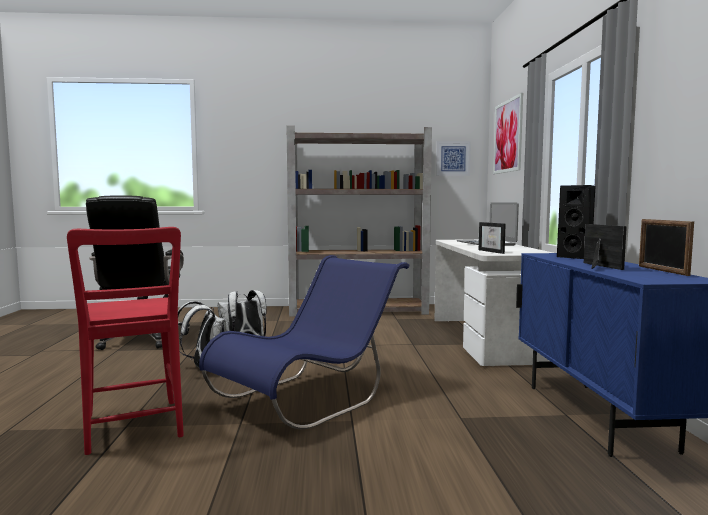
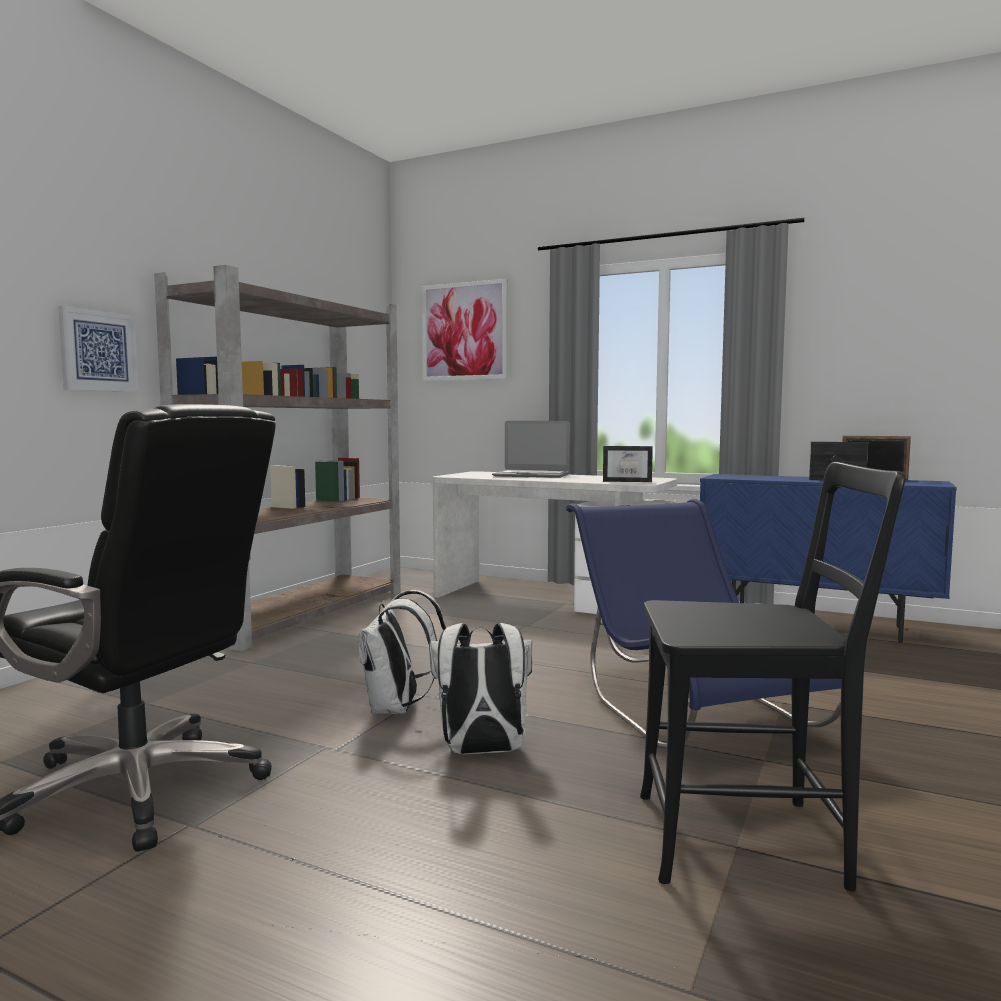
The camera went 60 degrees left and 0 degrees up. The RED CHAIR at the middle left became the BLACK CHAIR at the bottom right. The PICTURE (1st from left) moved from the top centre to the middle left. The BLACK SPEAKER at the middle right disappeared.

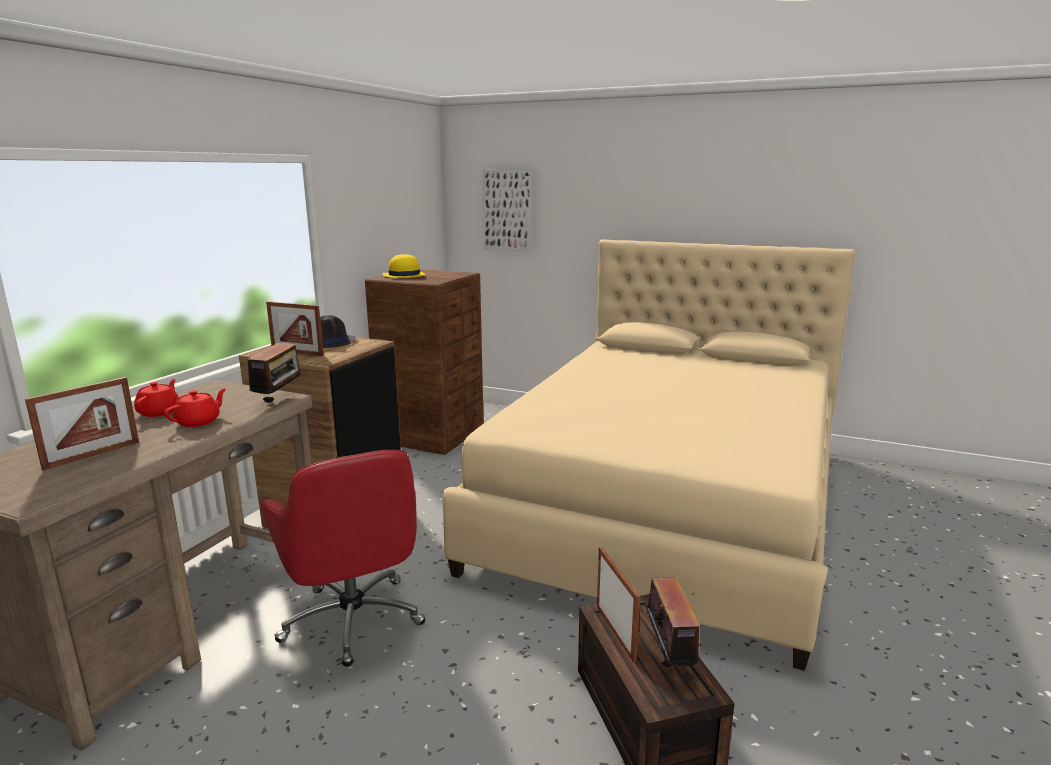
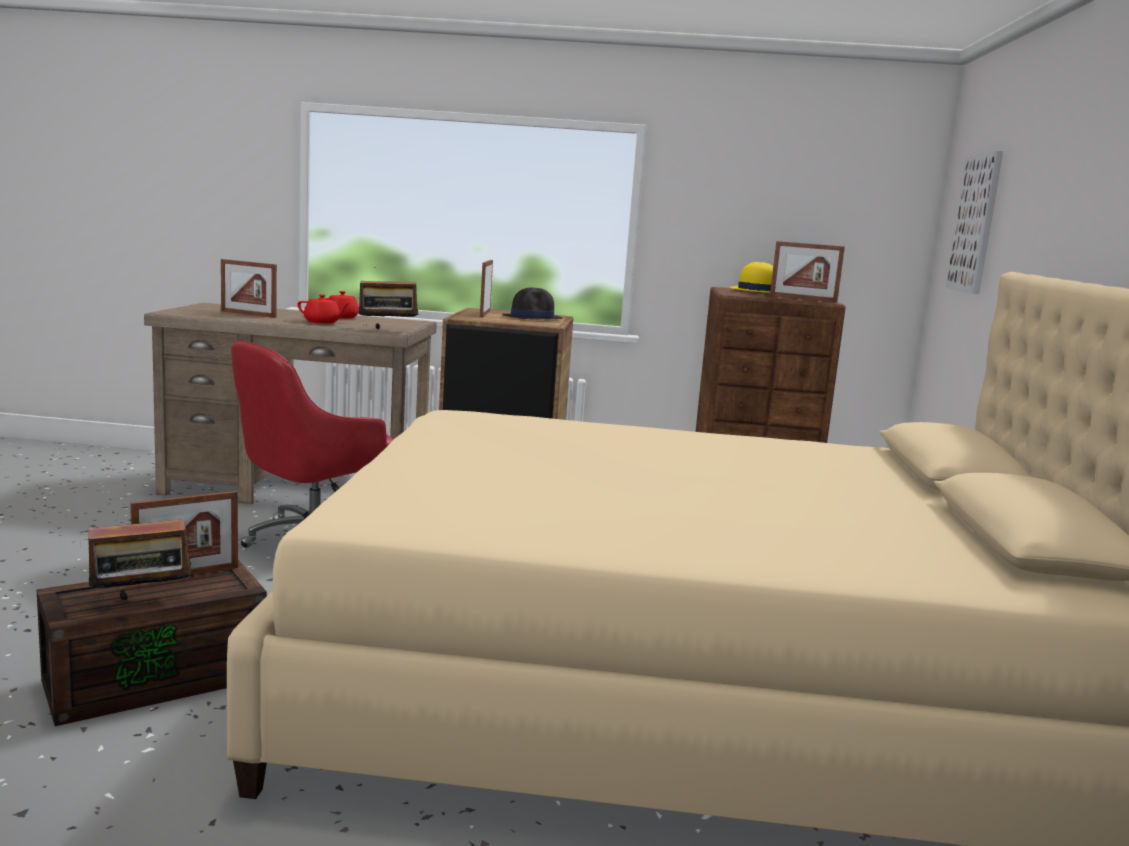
The camera went 70 degrees right and 5 degrees down. The PICTURE FRAME (4th from left) at the top right appeared.

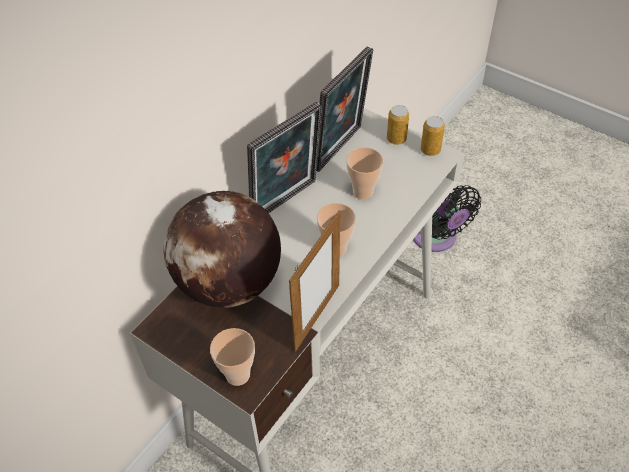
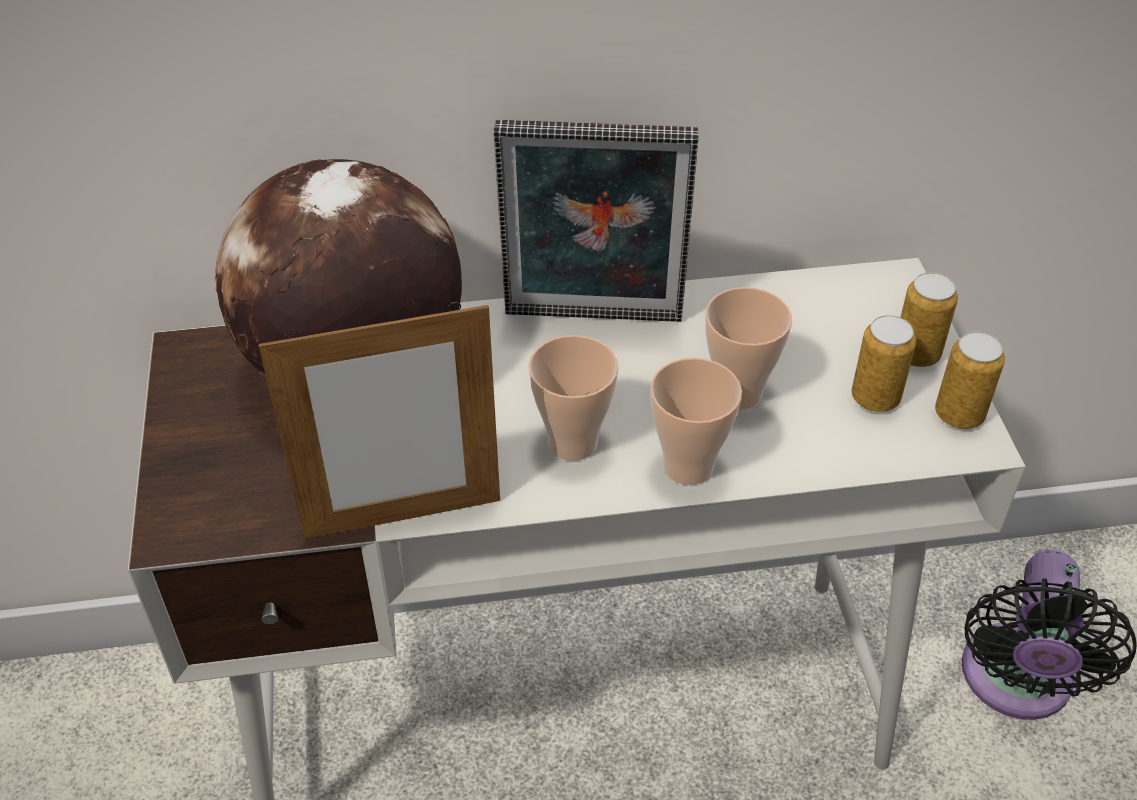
The camera went 45 degrees right and 5 degrees down. The CUP (1st from left in the first image) moved from the bottom centre to the centre. The PICTURE FRAME (3rd from left) at the top centre disappeared. The CAN (1st from left) at the middle right appeared.

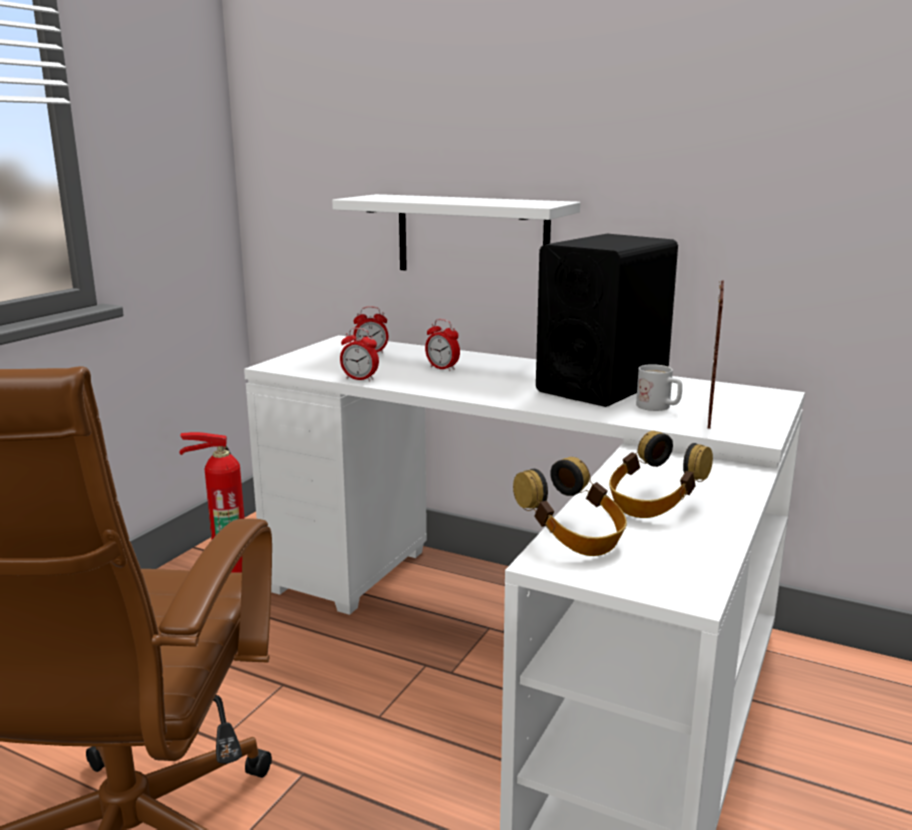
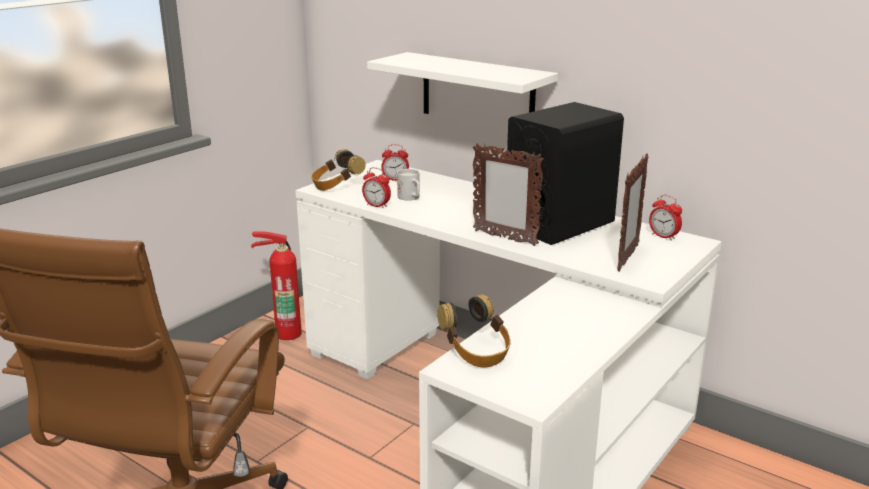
The camera went 10 degrees right and 5 degrees up. The ALARM CLOCK (3rd from left) moved from the centre to the middle right. The HEADPHONES (2nd from left in the first image) moved from the middle right to the centre. The WHITE MUG moved from the middle right to the centre. The PICTURE FRAME (1st from left) at the centre appeared.

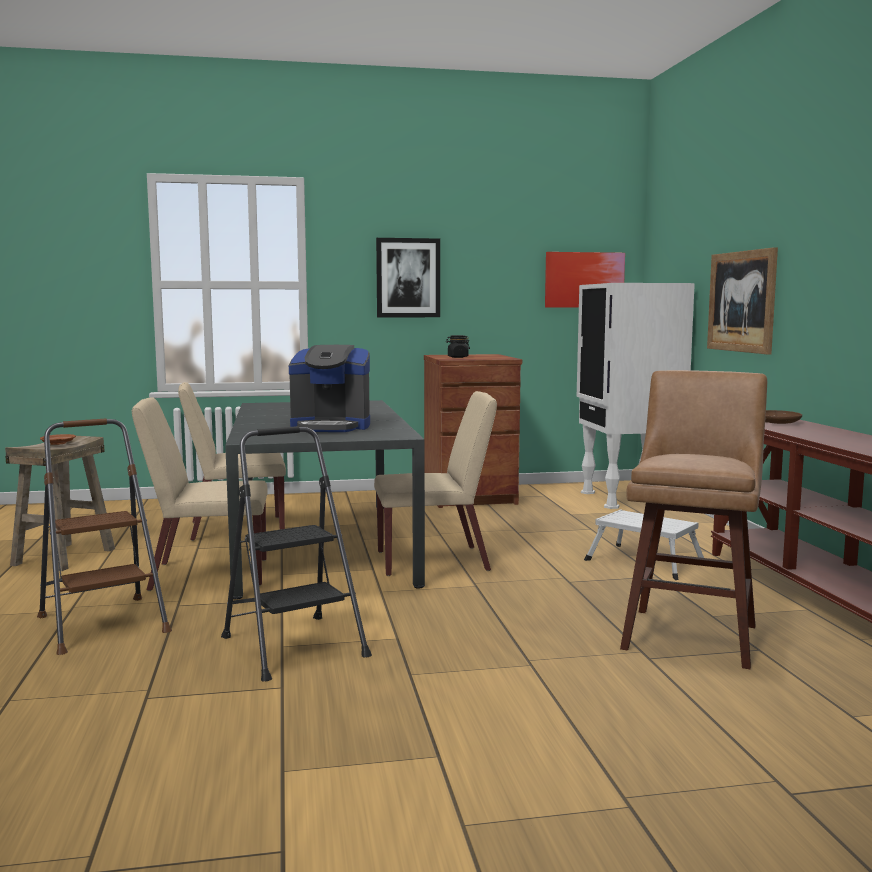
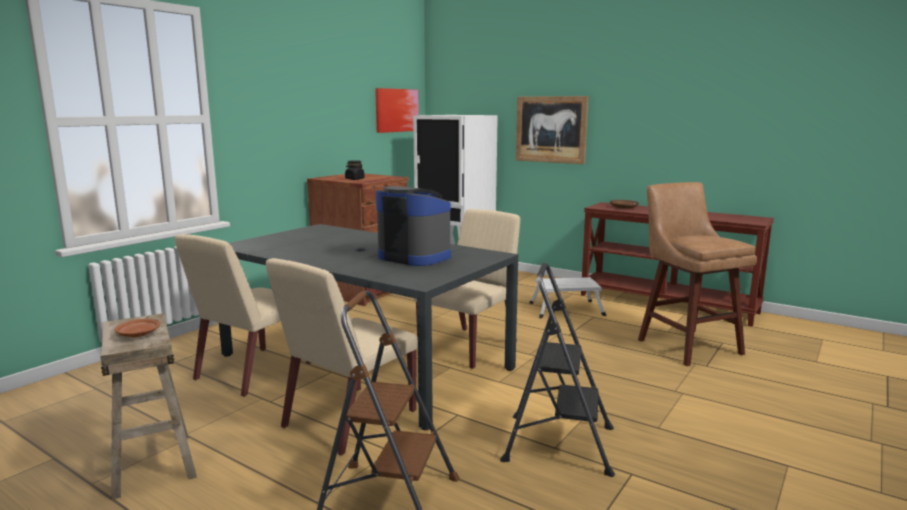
The camera went 45 degrees left and 5 degrees up. The COFFEE MACHINE at the centre turned 105 degrees counterclockwise. The PICTURE (1st from left) at the top centre disappeared.

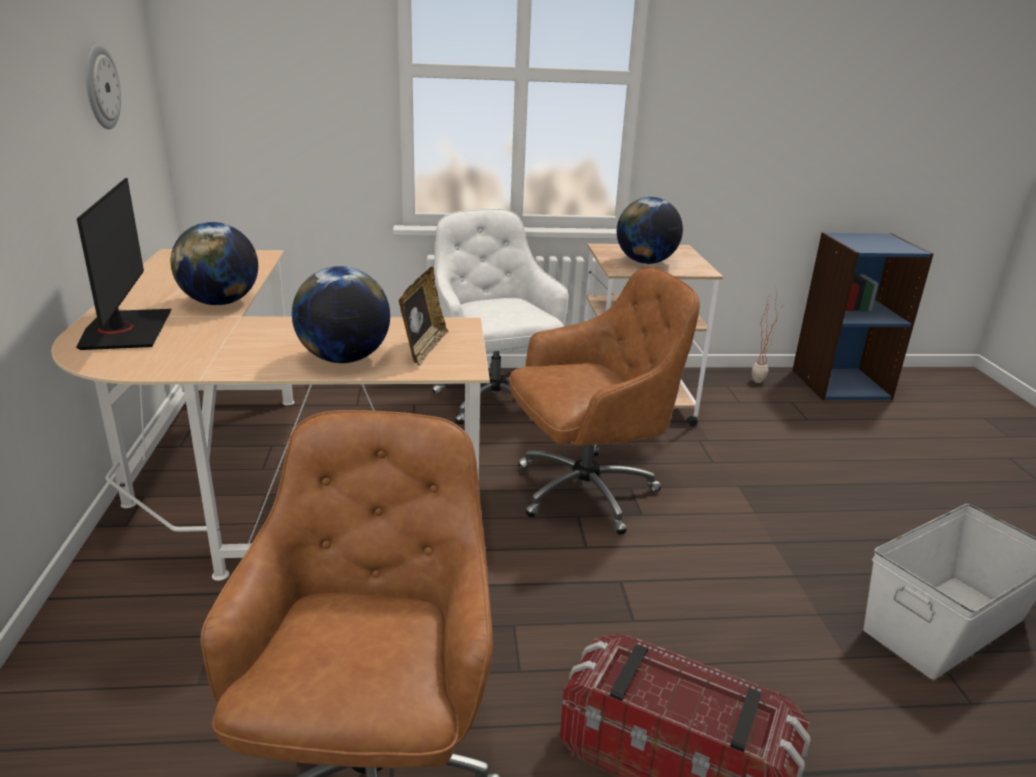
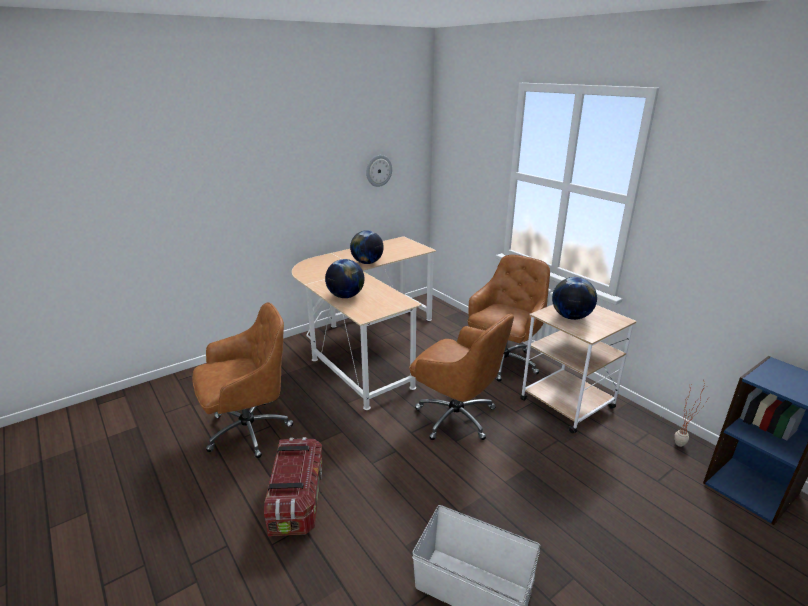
The camera went 60 degrees right and 0 degrees up. The MONITOR at the middle left disappeared. The PICTURE FRAME at the centre disappeared. The WHITE OFFICE CHAIR at the centre became the BROWN OFFICE CHAIR (3rd from left) at the centre.

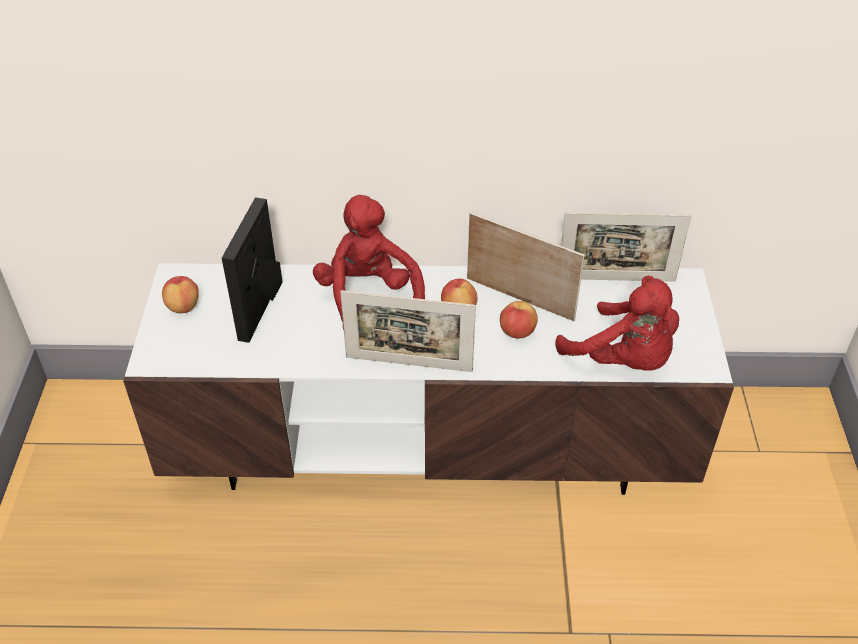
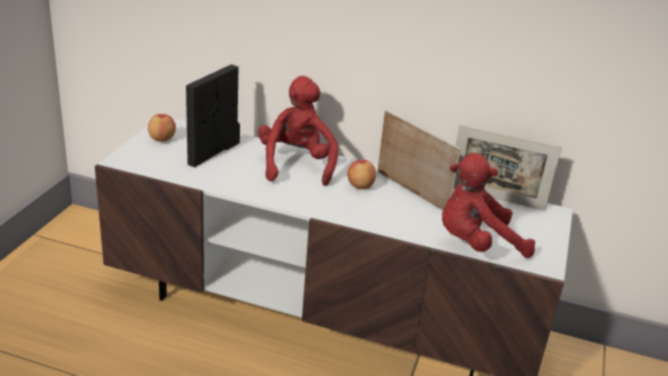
The camera went 15 degrees right and 15 degrees down. The PICTURE FRAME (2nd from left) at the centre disappeared. The APPLE (3rd from left) at the centre disappeared. The RED PLUSH TOY (2nd from left) at the middle right turned 105 degrees clockwise.

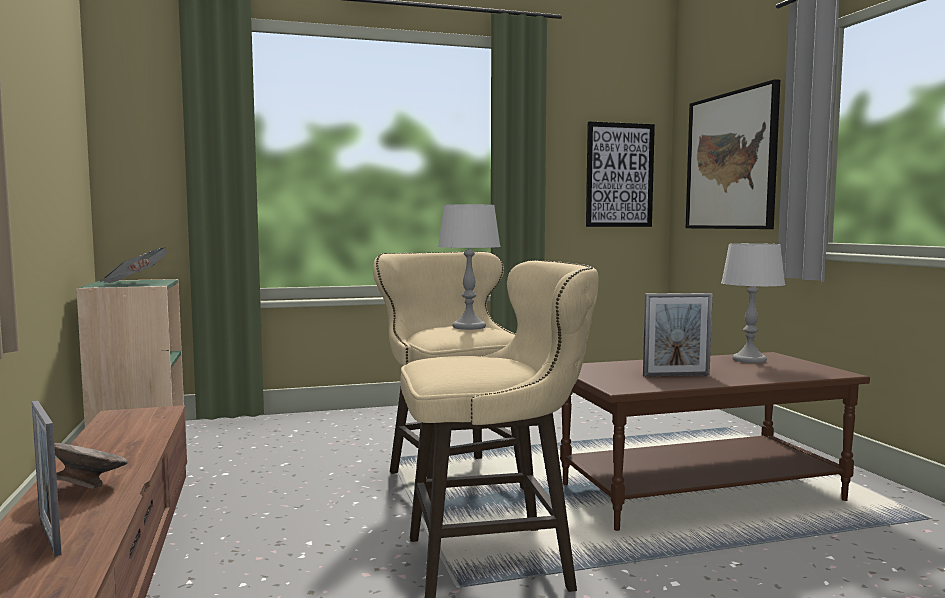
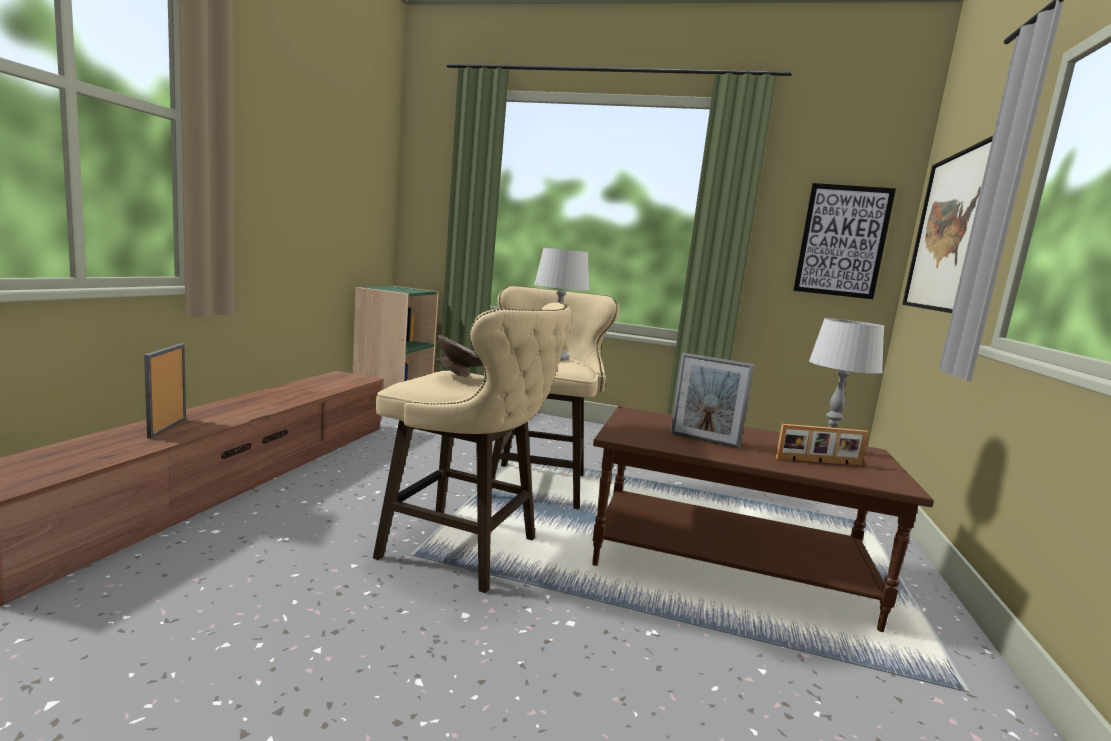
The camera went 30 degrees right and 5 degrees up. The GREY BOWL moved from the bottom left to the centre. The NEWSPAPER at the middle left disappeared. The PICTURE FRAME (3rd from left) at the middle right appeared.

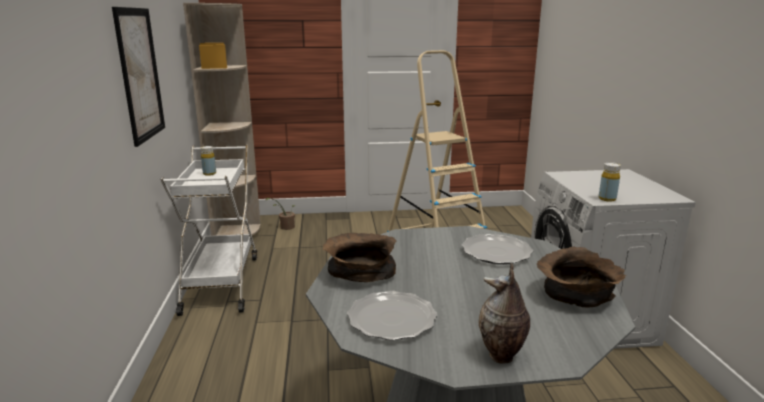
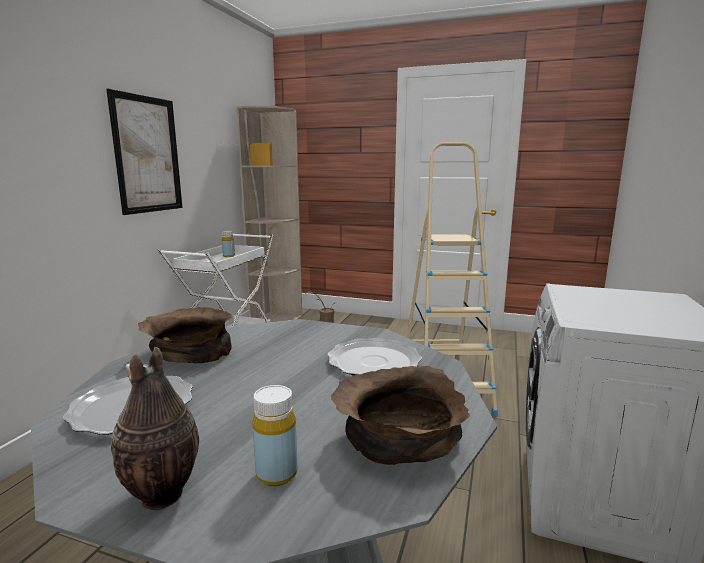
The camera went 25 degrees right and 5 degrees down. The YELLOW BOTTLE (2nd from left) moved from the middle right to the bottom centre.

